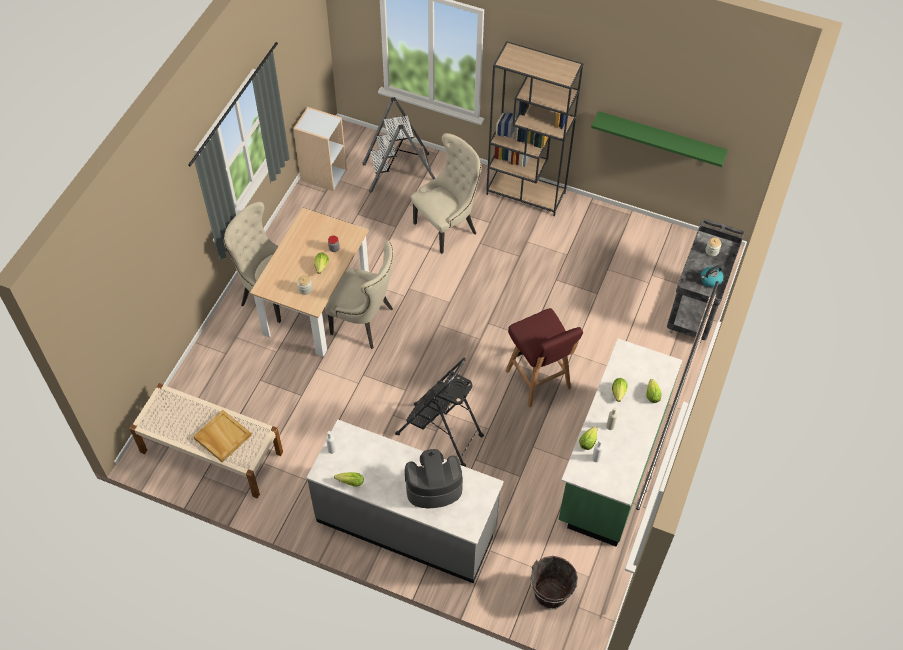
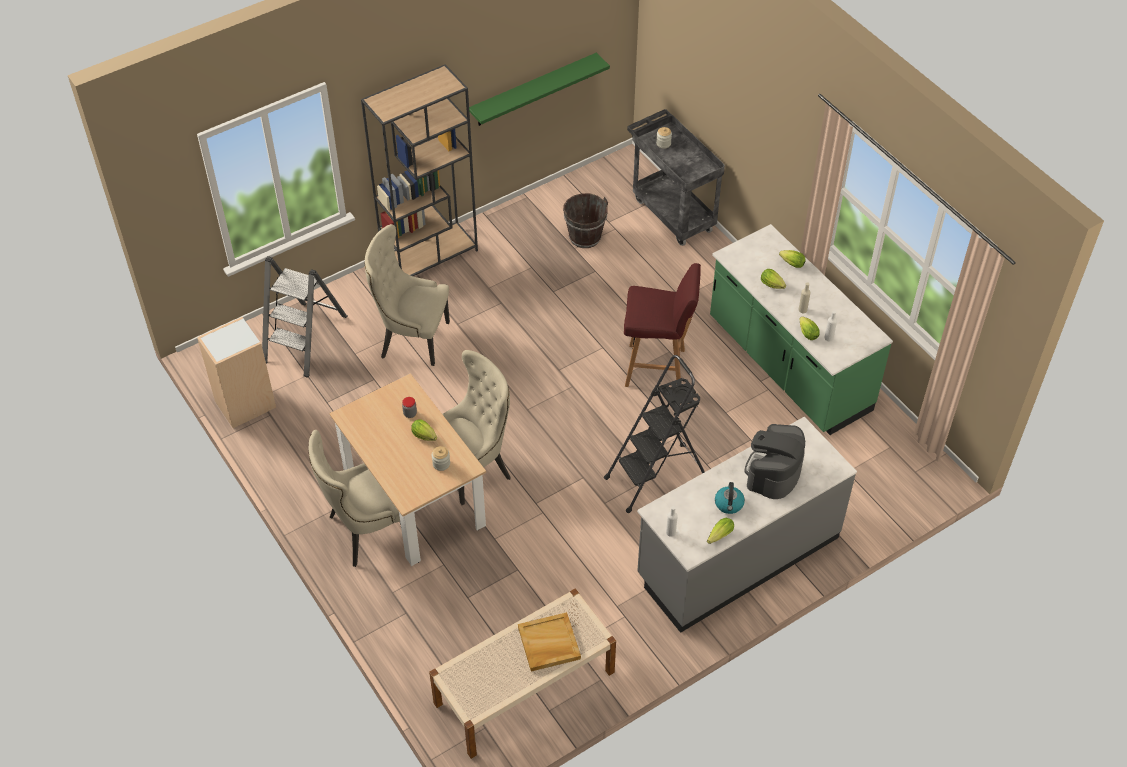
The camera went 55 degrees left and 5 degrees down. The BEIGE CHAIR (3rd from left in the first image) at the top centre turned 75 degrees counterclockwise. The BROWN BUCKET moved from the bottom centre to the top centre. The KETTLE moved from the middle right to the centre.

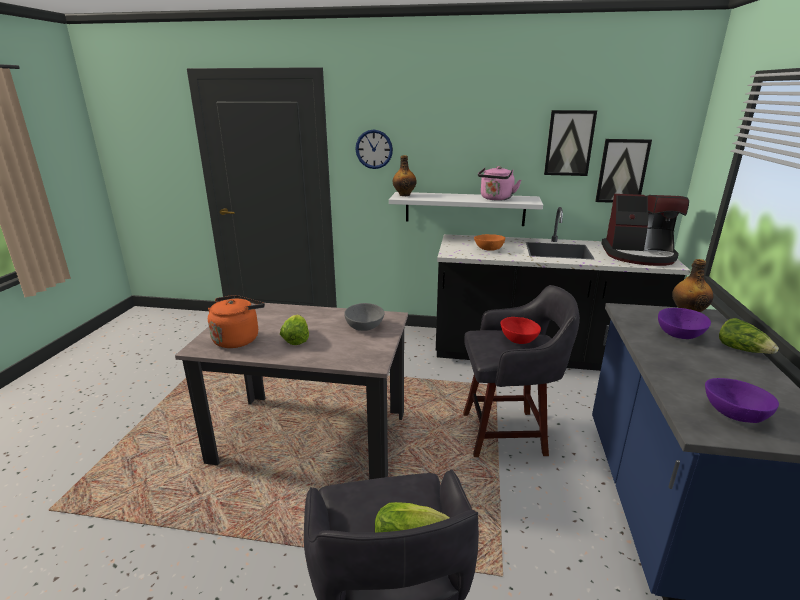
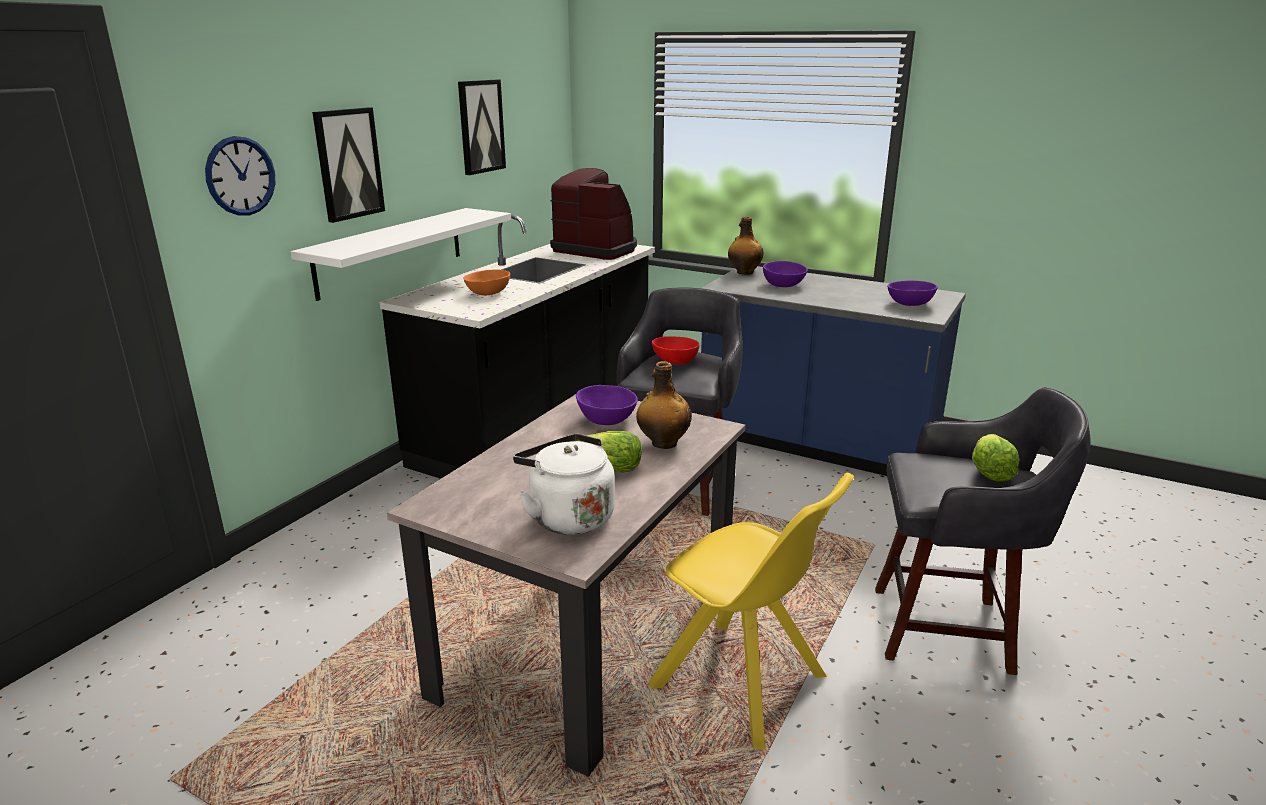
The camera went 70 degrees left and 0 degrees up. The ORANGE KETTLE at the middle left became the WHITE KETTLE at the centre. The GREY BOWL at the centre became the PURPLE BOWL (1st from left) at the centre. The BOTTLE (1st from left) moved from the top centre to the centre. The PINK KETTLE at the top centre disappeared. The PICTURE (2nd from left in the first image) moved from the top right to the top left. The COFFEE MACHINE at the middle right turned 90 degrees counterclockwise. The LETTUCE (3rd from left) at the middle right disappeared. The YELLOW CHAIR at the bottom centre appeared.

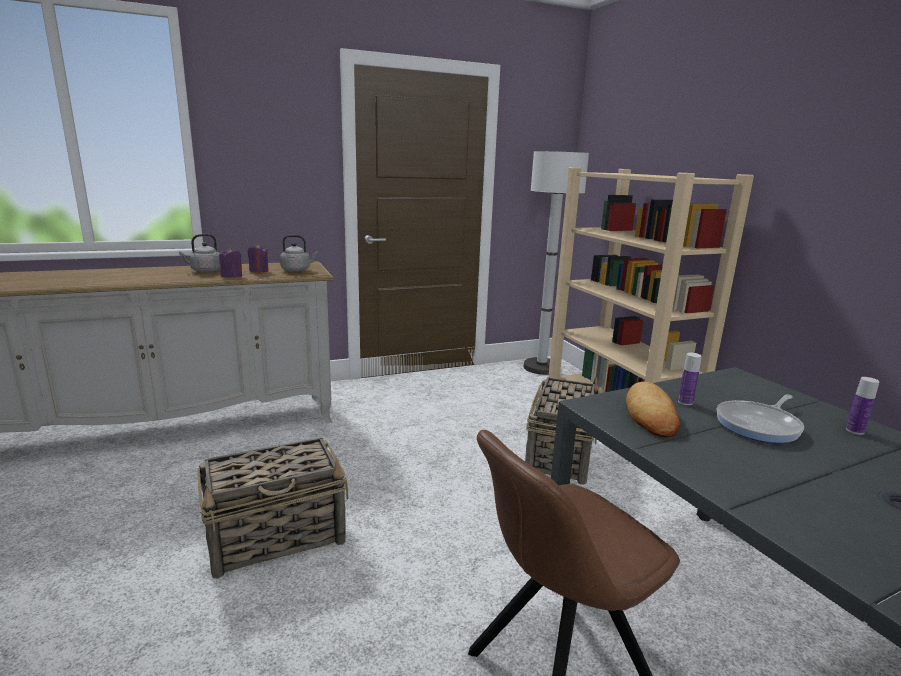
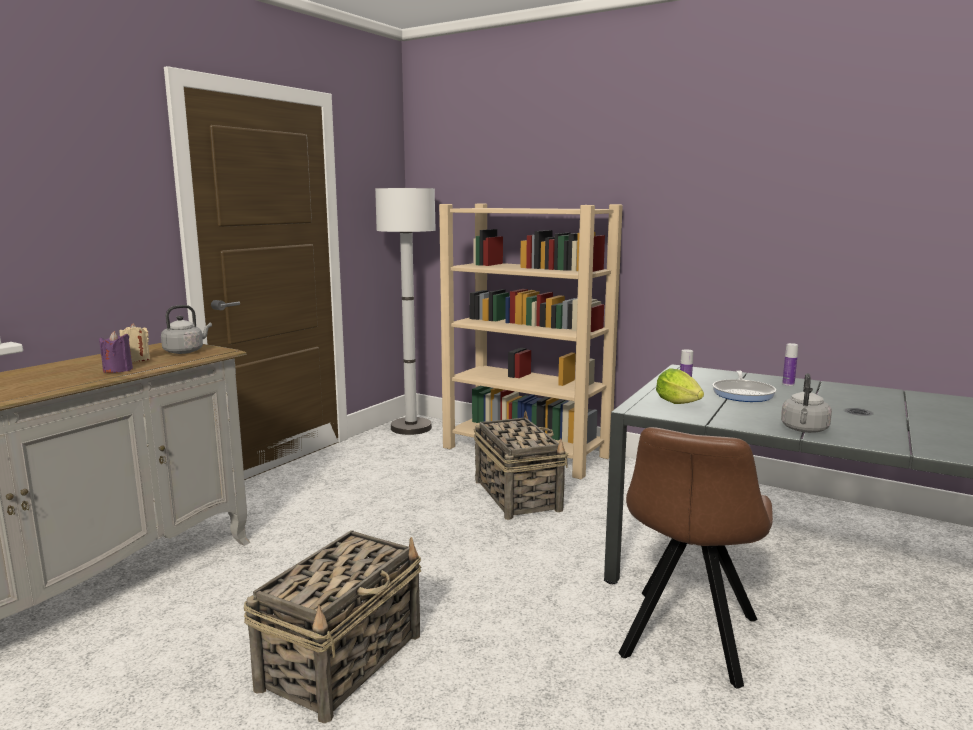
The camera went 35 degrees left and 5 degrees down. The GREY KETTLE (1st from left in the first image) moved from the middle left to the middle right. The PURPLE CANDLE (2nd from left) at the middle left became the BEIGE CANDLE at the middle left. The BREAD at the middle right was replaced by the LETTUCE at the middle right.

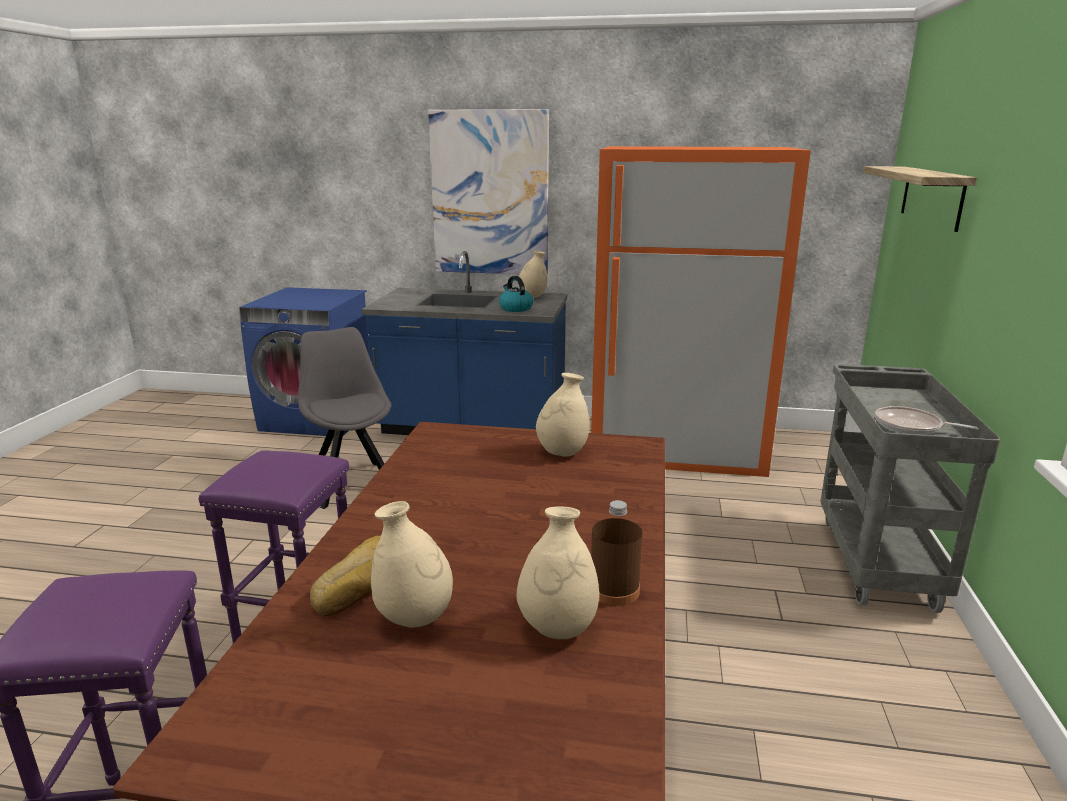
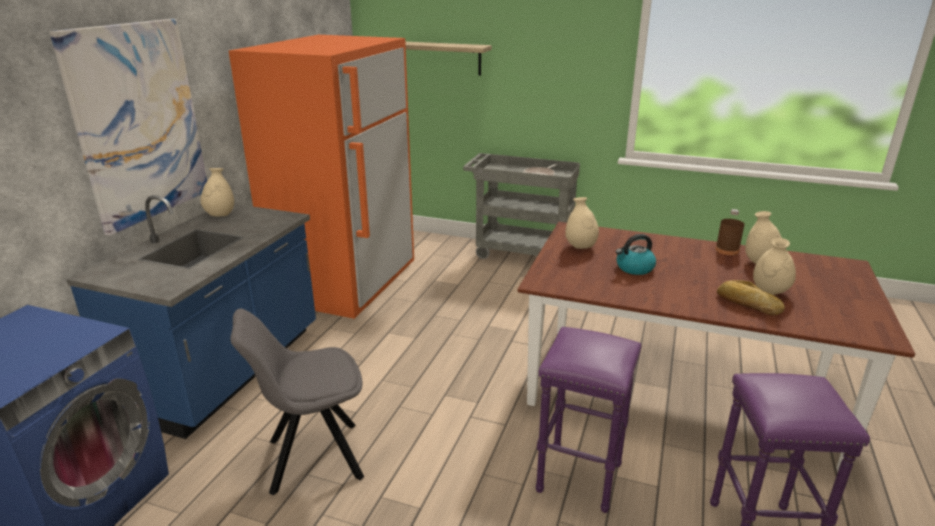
The camera went 80 degrees left and 5 degrees up. The KETTLE moved from the centre to the middle right.

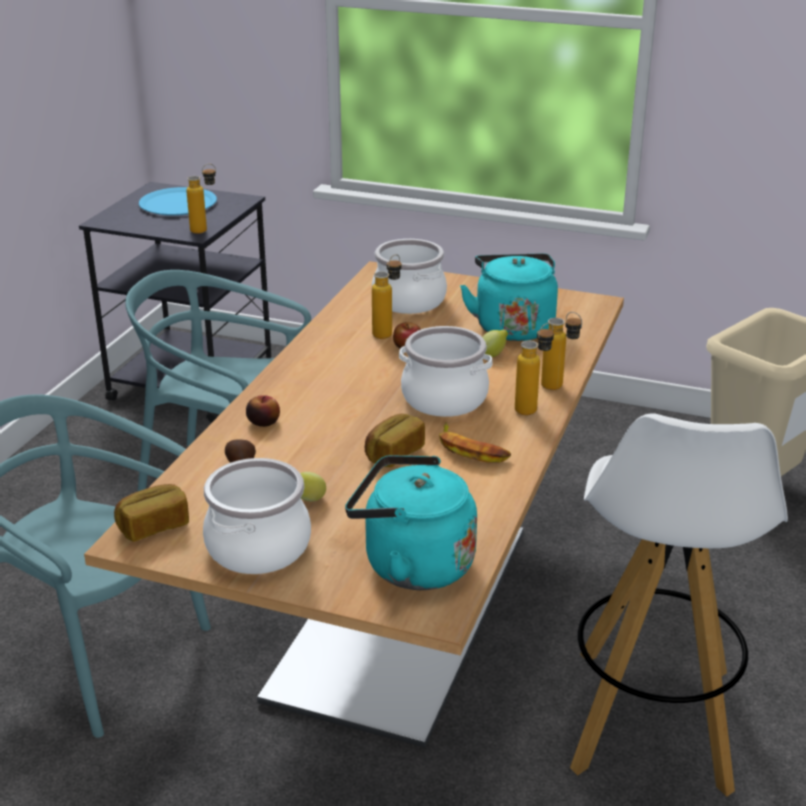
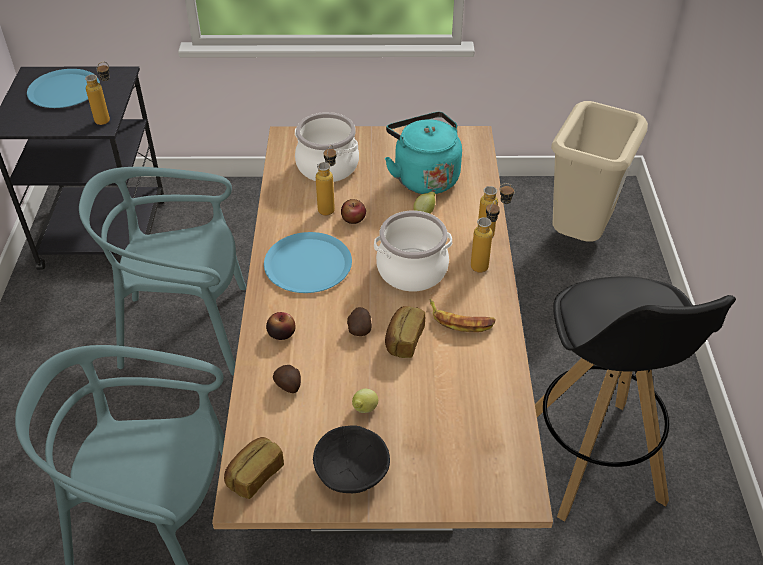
The camera went 20 degrees left and 15 degrees up. The COOKING POT (1st from left) at the middle left was replaced by the BLACK BOWL at the bottom centre. The TURQUOISE KETTLE (1st from left) at the centre disappeared. The WHITE STOOL at the bottom right became the BLACK STOOL at the bottom right. The BLUE PLATE (2nd from left) at the centre appeared. The POTATO (2nd from left) at the centre appeared.

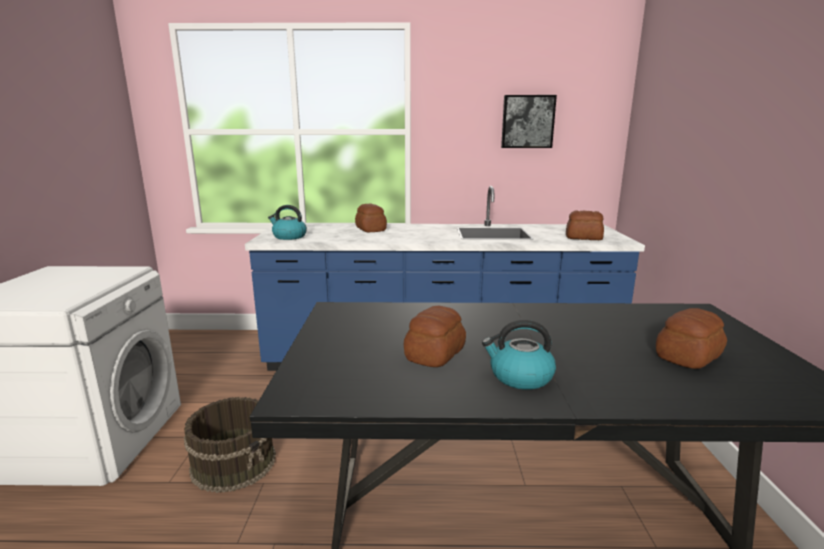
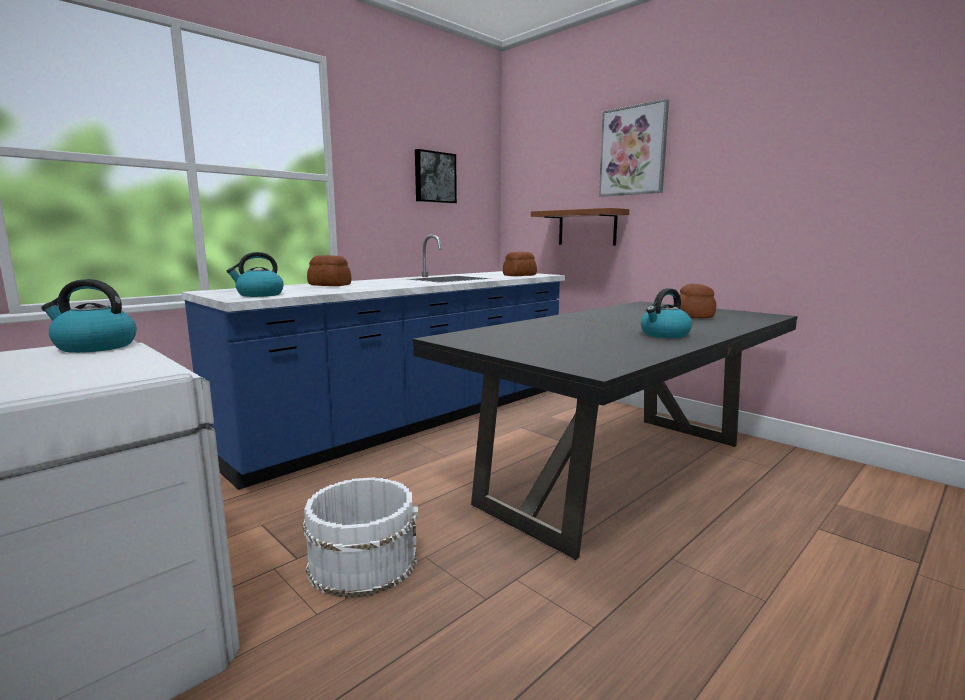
The camera went 45 degrees left and 5 degrees down. The BROWN BUCKET at the bottom left became the WHITE BUCKET at the bottom centre. The BREAD (2nd from left) at the centre disappeared. The KETTLE (1st from left) at the middle left appeared. The BROWN SHELF at the top centre appeared. The PICTURE (2nd from left) at the top centre appeared.

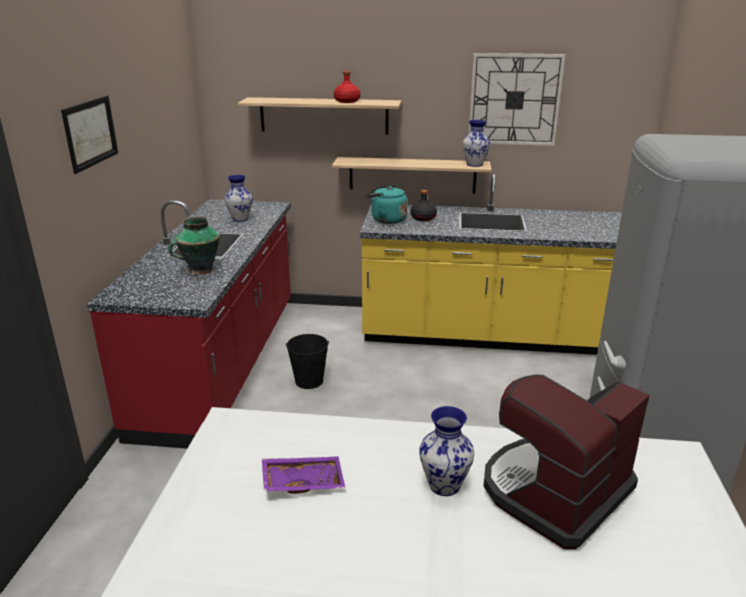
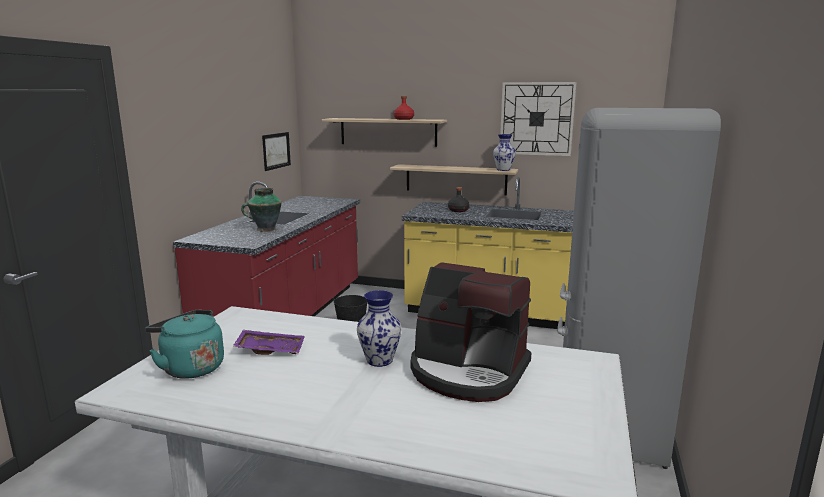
The camera went 10 degrees right and 10 degrees down. The PICTURE moved from the top left to the top centre. The VASE (2nd from left) at the top left disappeared. The TURQUOISE KETTLE moved from the centre to the bottom left. The COFFEE MACHINE at the bottom right turned 120 degrees counterclockwise.

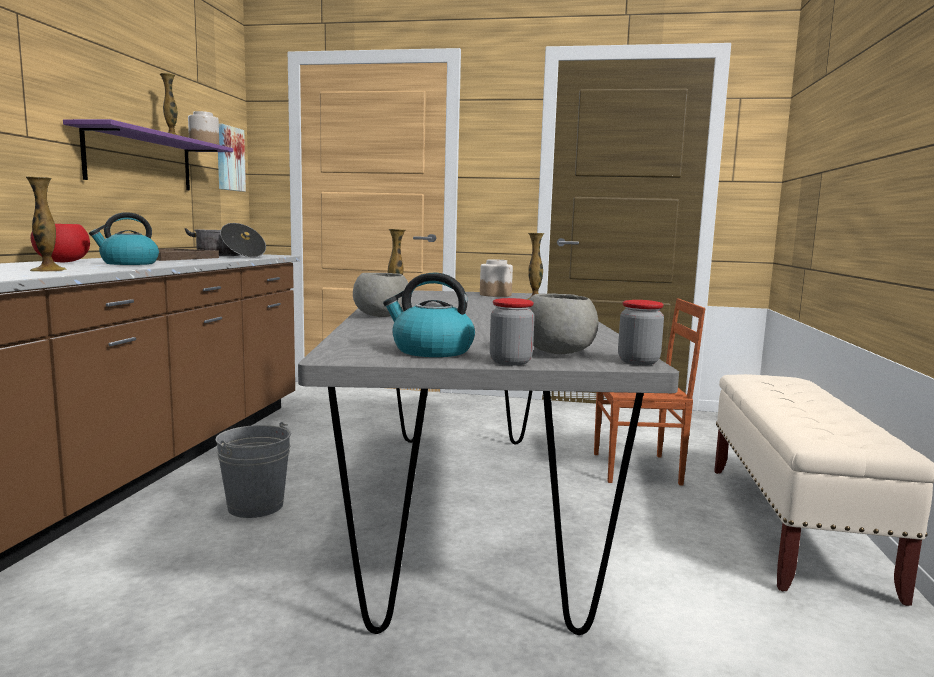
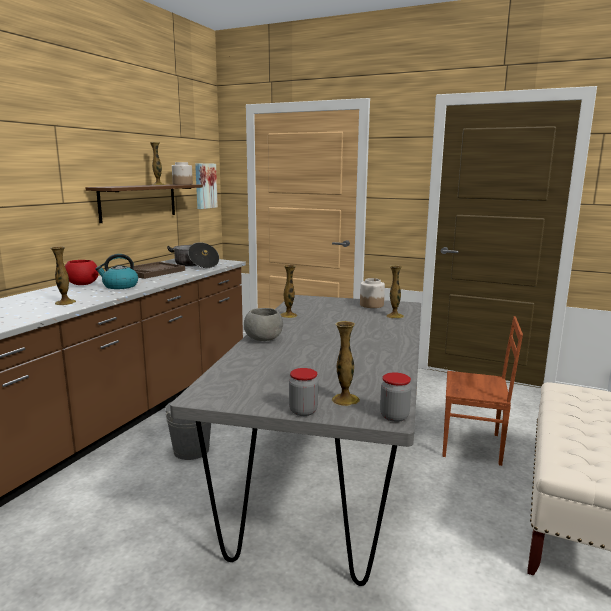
The camera went 15 degrees right and 5 degrees up. The PURPLE SHELF at the top left became the BROWN SHELF at the top left. The KETTLE (2nd from left) at the centre disappeared. The GREY BOWL (2nd from left) at the centre was replaced by the VASE (4th from left) at the centre.

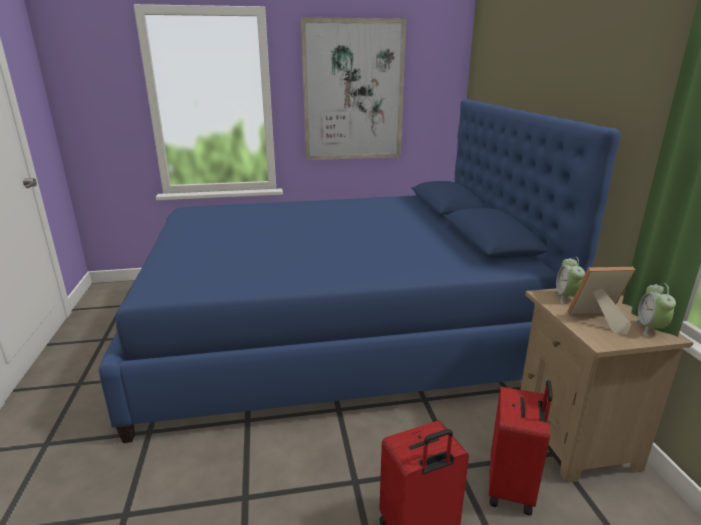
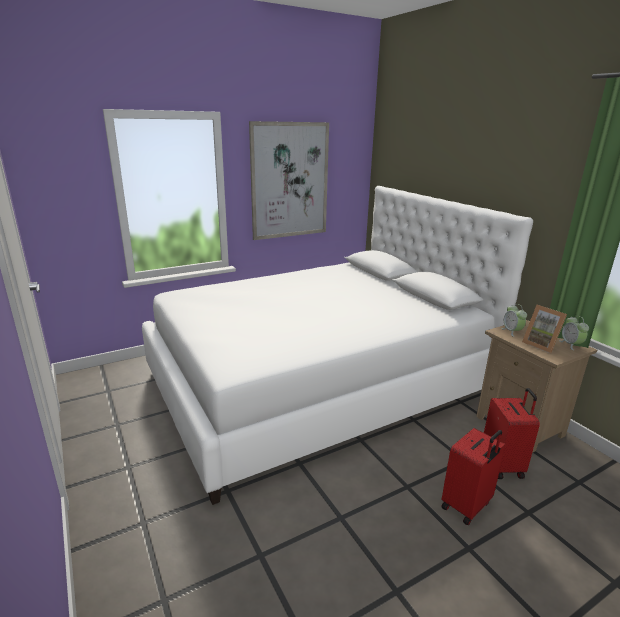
The camera went 20 degrees left and 0 degrees up. The BLUE BED at the centre became the WHITE BED at the centre. The PICTURE FRAME at the middle right turned 105 degrees counterclockwise.

